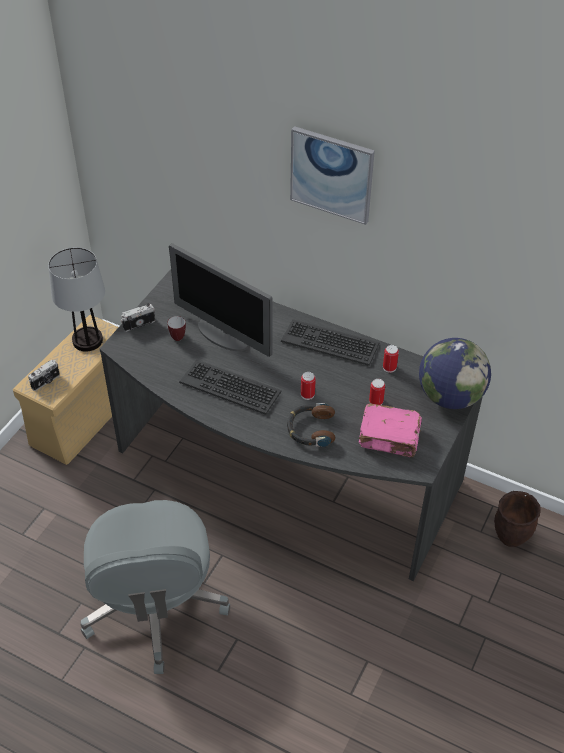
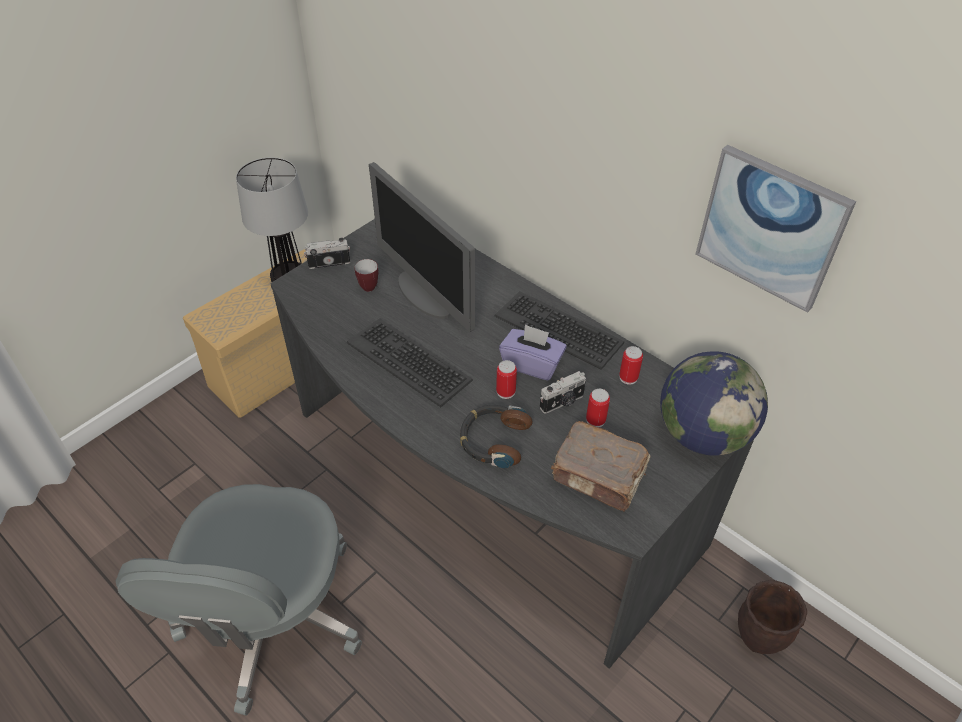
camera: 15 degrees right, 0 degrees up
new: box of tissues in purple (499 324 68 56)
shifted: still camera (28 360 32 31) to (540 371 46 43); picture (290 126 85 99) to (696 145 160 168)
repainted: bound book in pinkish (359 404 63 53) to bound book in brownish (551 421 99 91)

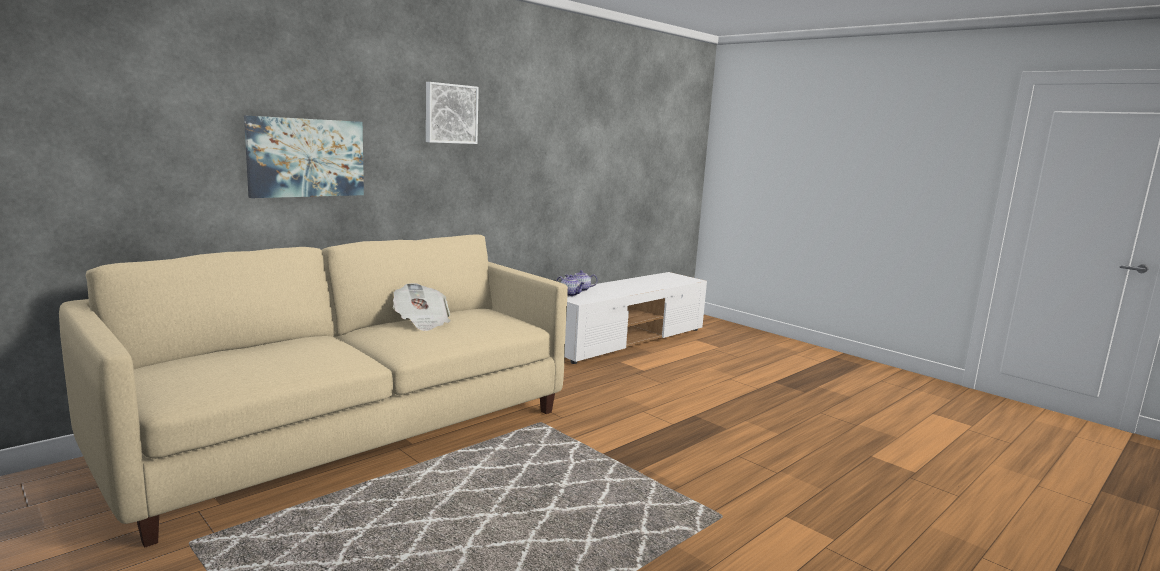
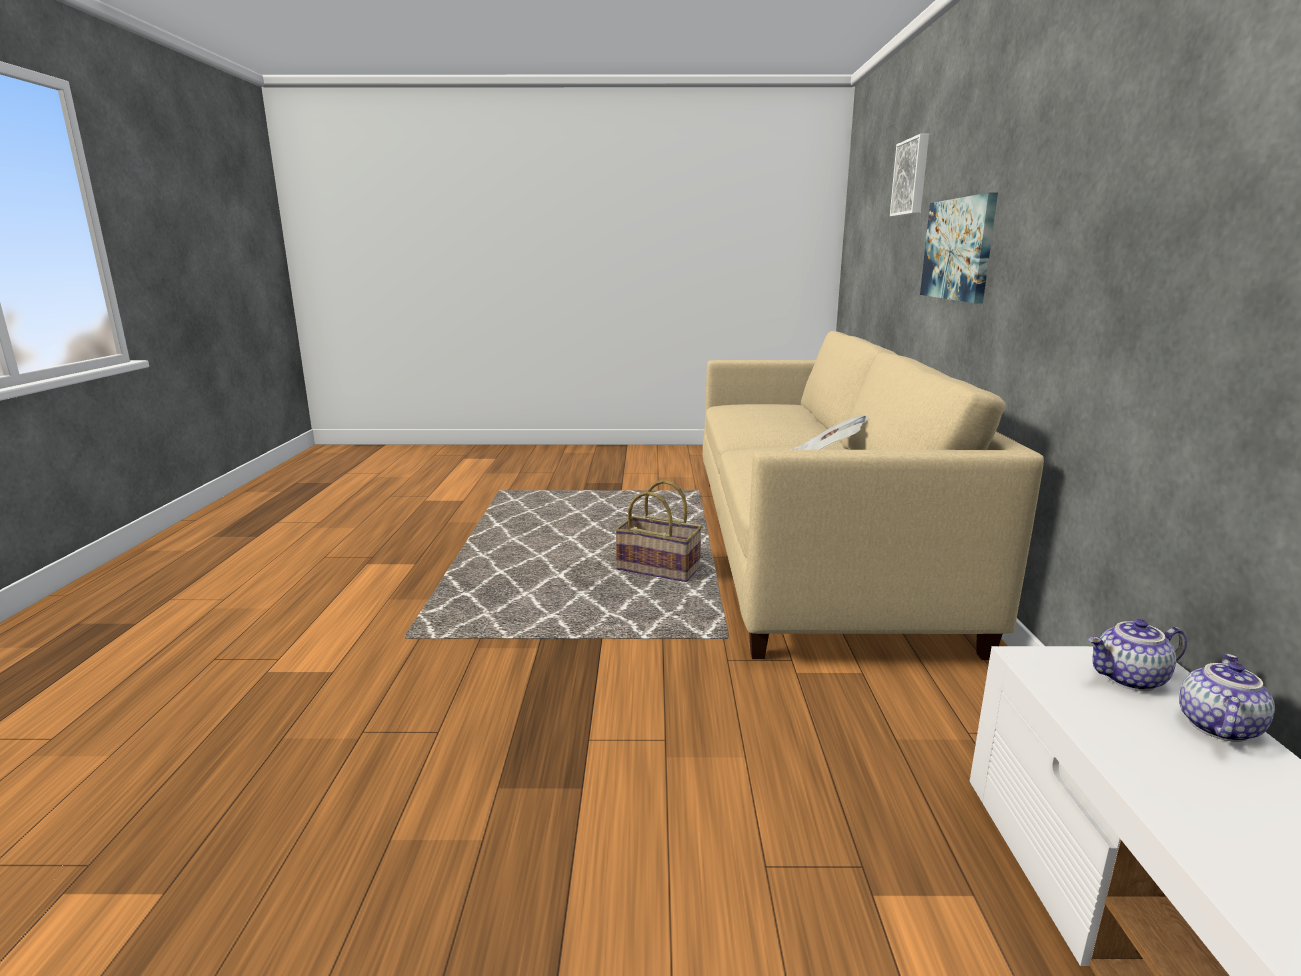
camera: 135 degrees right, 5 degrees up
new: storage basket (614 480 89 102)
shifted: picture (426 82 53 62) to (890 134 39 82)

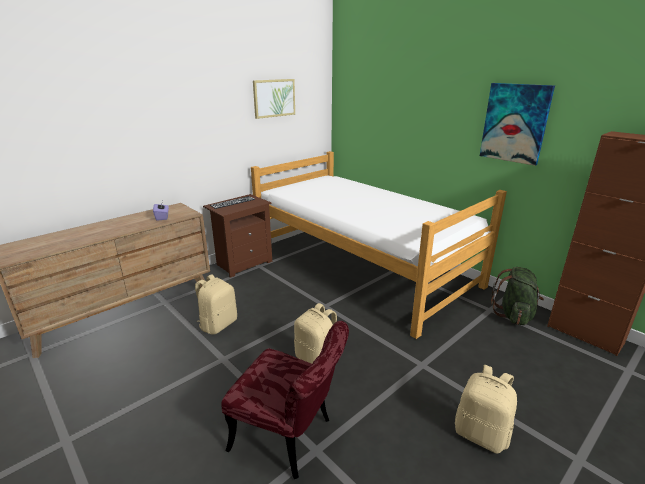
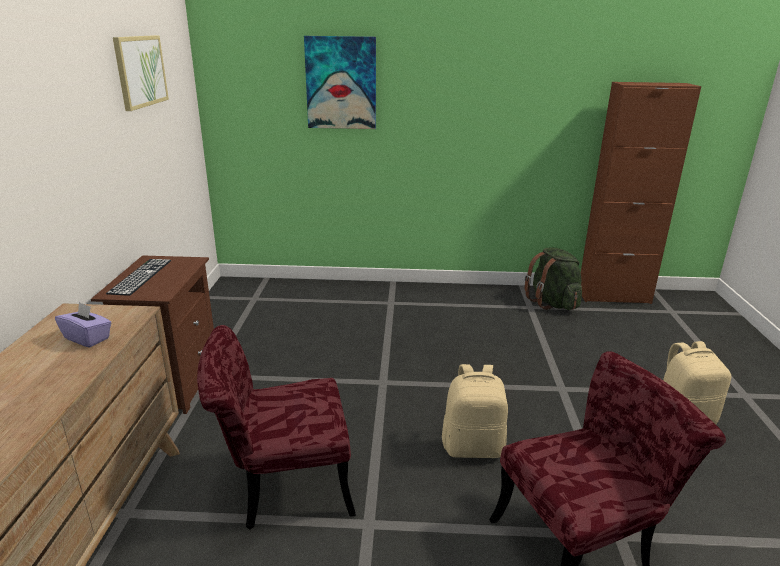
camera: 45 degrees left, 0 degrees up
gone: bedroom bed (251 151 256 188)
shifted: picture (480 83 75 83) to (304 36 72 93)
swapped: rucksack in sand-coloured (195 274 42 60) to chair in reddish (197 325 159 205)

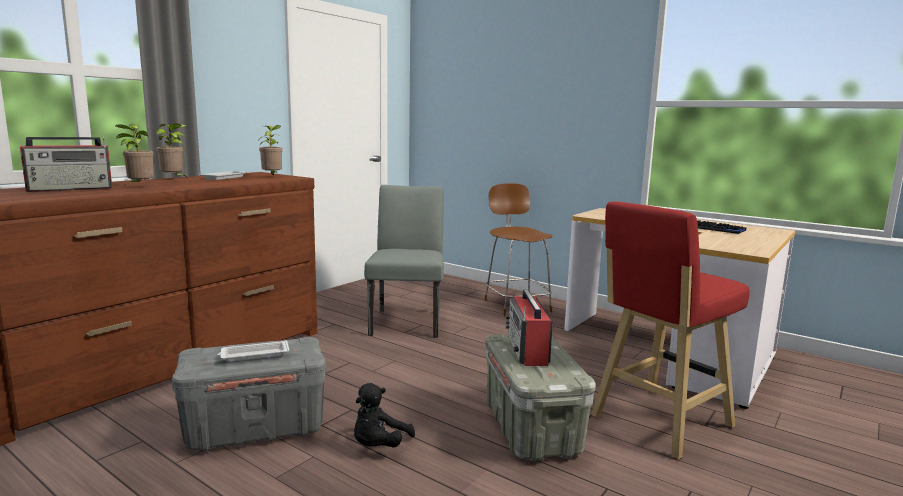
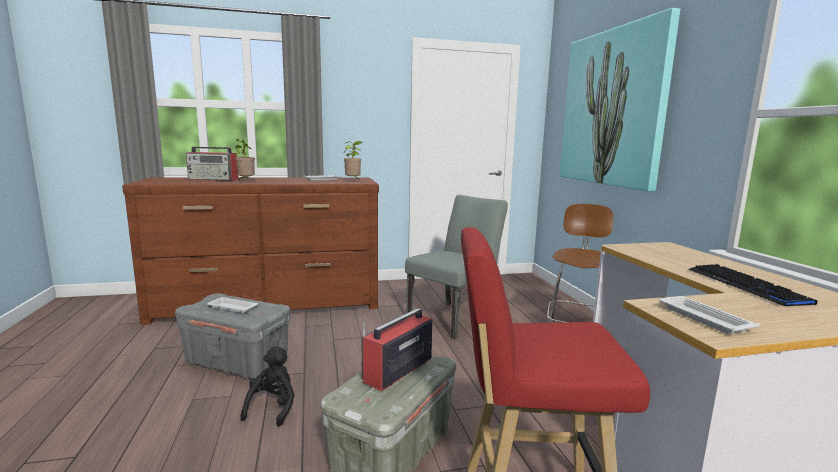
camera: 40 degrees right, 0 degrees up
gone: plant in a pot (155 123 31 54)
new: picture (559 8 121 184); carrying tray in whitish (659 296 100 38)
rotated: cuddly toy in black-coloured (354 383 61 64) = (240 346 54 80) 120 degrees clockwise

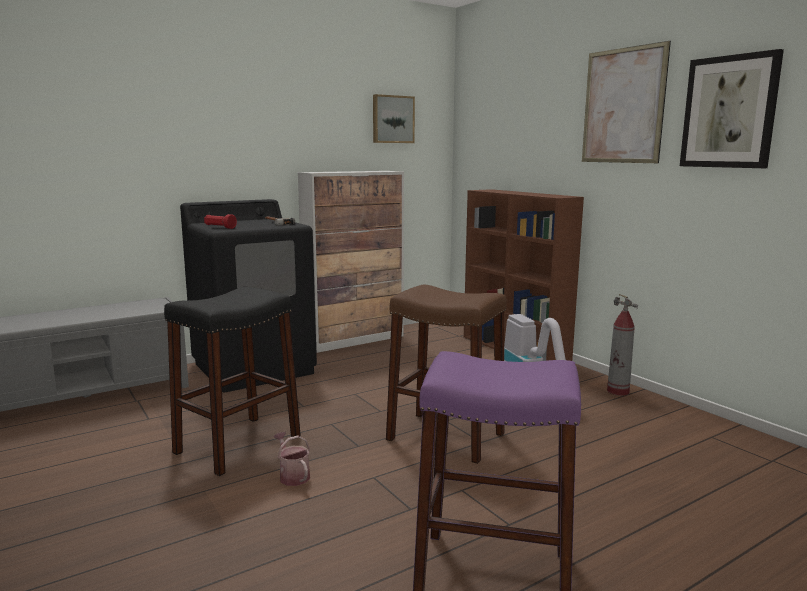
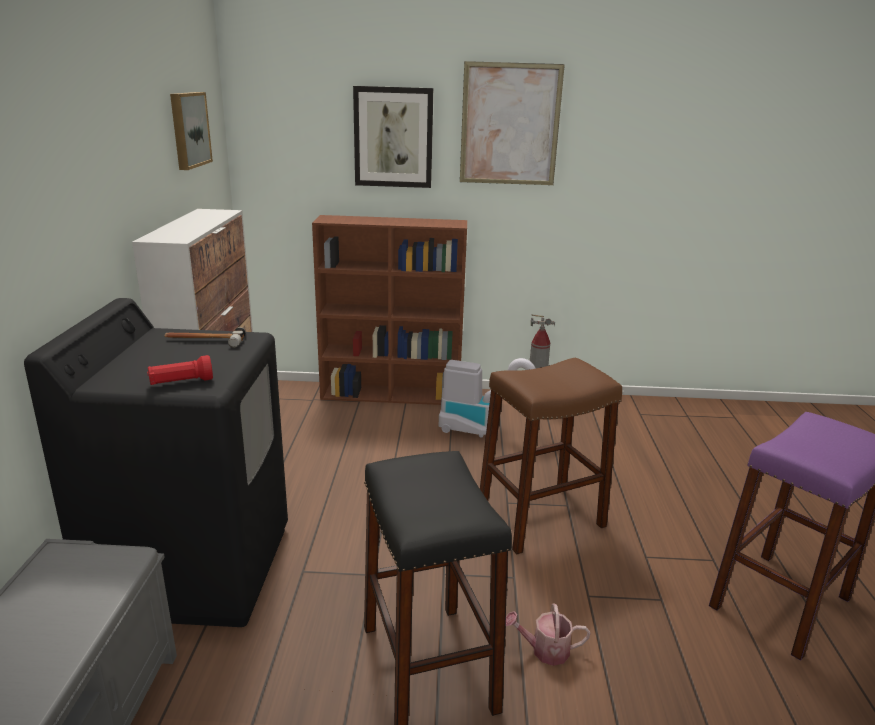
camera: 55 degrees left, 10 degrees up
shifted: picture (680 49 104 119) to (353 86 80 102)

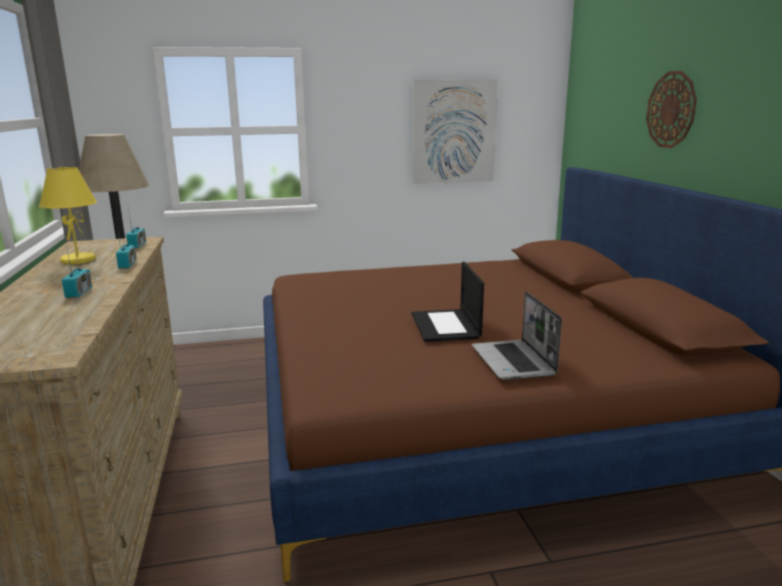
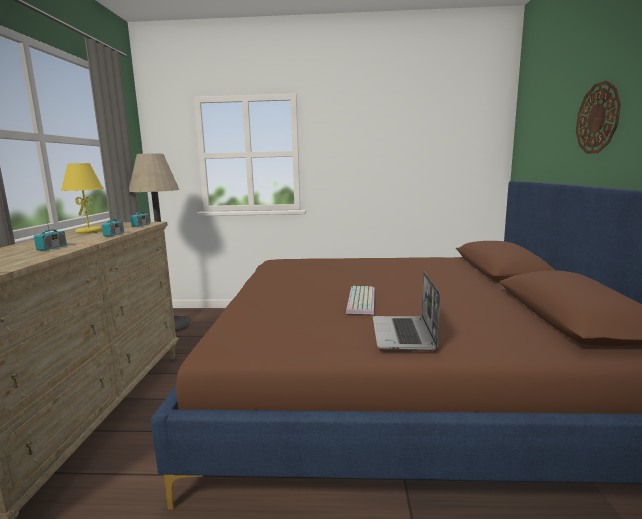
camera: 15 degrees right, 5 degrees down
gone: picture (413 80 85 104)
swapped: notebook computer (412 262 72 80) to keyboard (346 286 29 28)

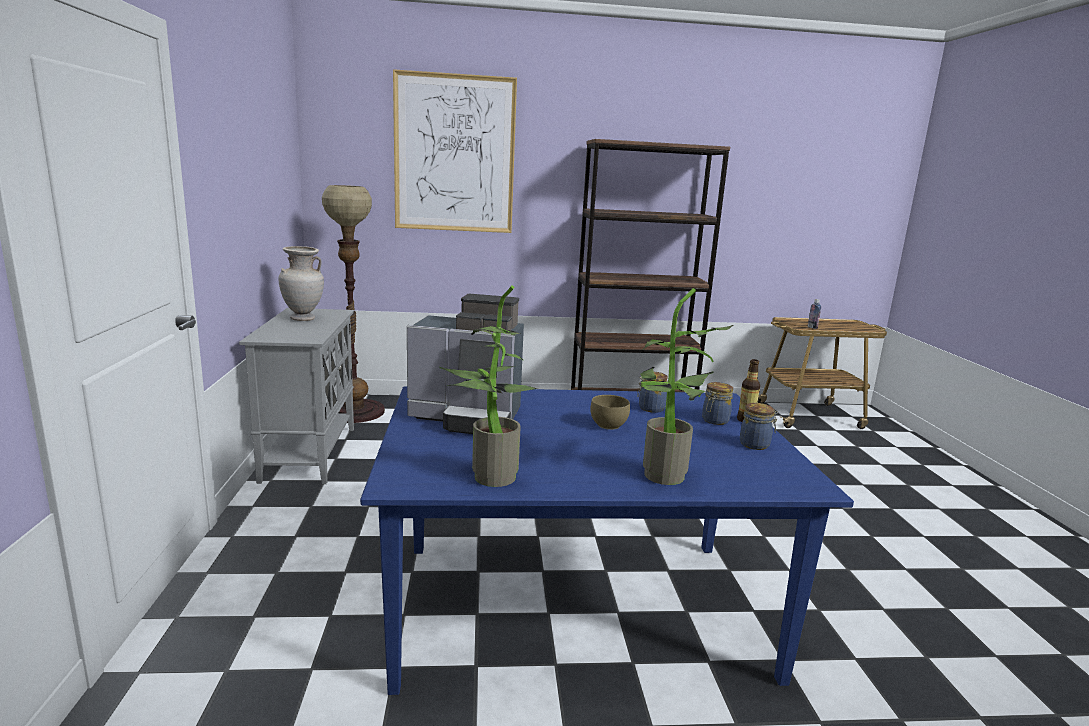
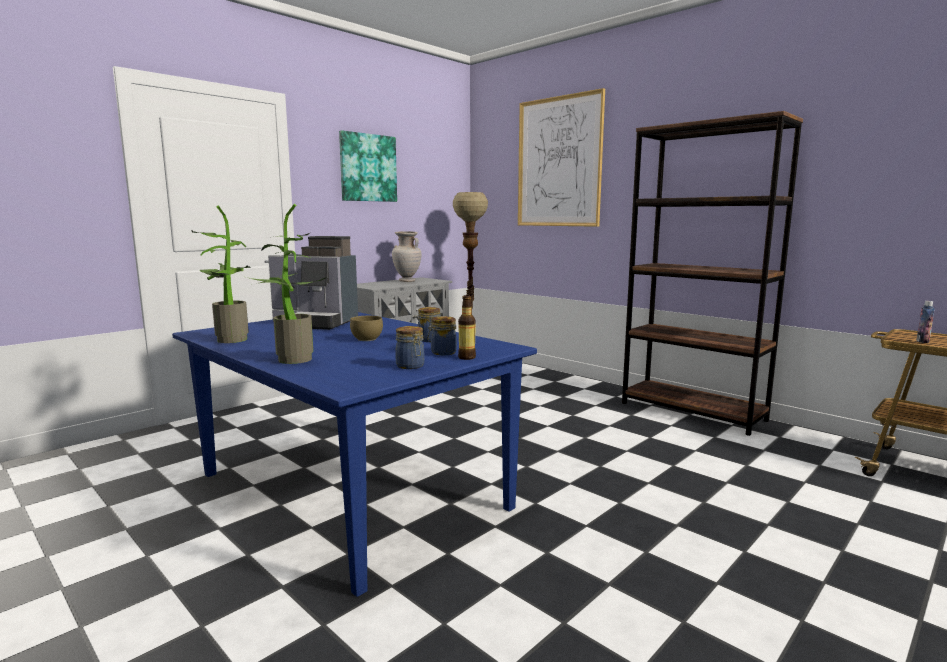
camera: 50 degrees right, 5 degrees down
new: picture (339 131 58 71)
rotated: coffee brewer (407 294 117 140) = (268 236 90 94) 45 degrees counterclockwise

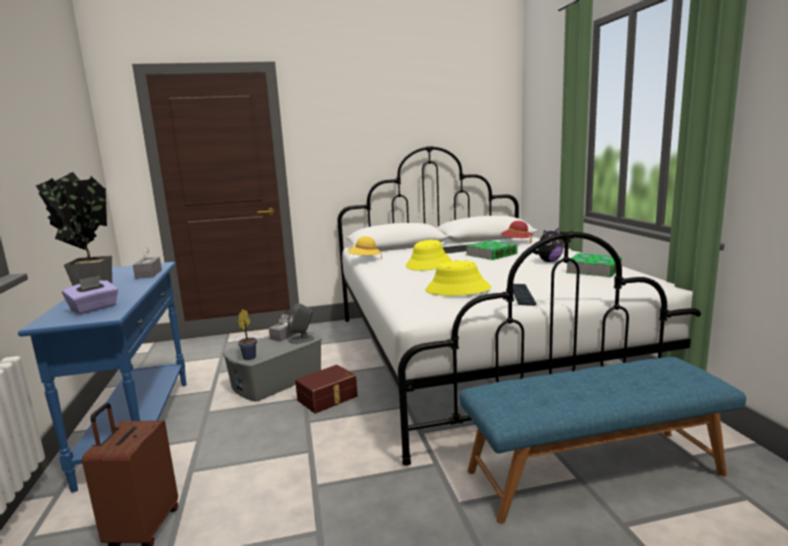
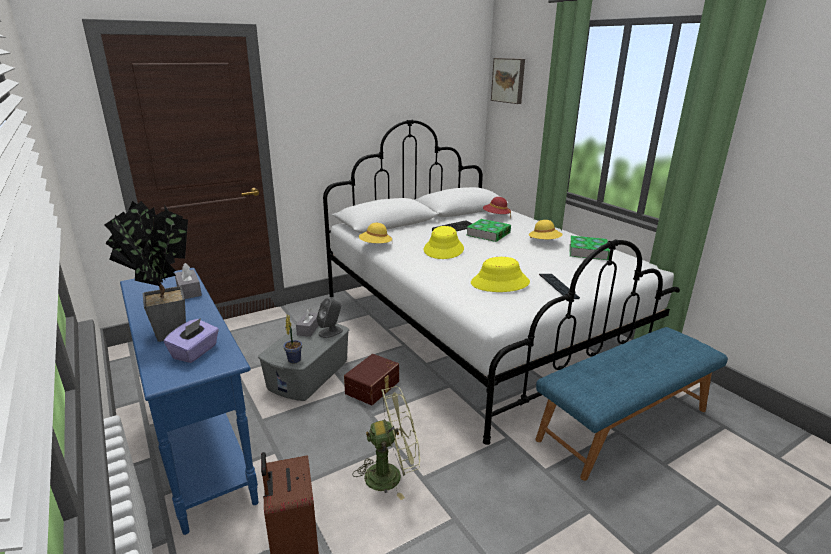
camera: 20 degrees left, 10 degrees up
new: electric fan in green (353 386 67 114); picture (491 58 34 46)
swapped: cuddly toy (533 227 30 35) to hat in yellow (529 220 34 19)

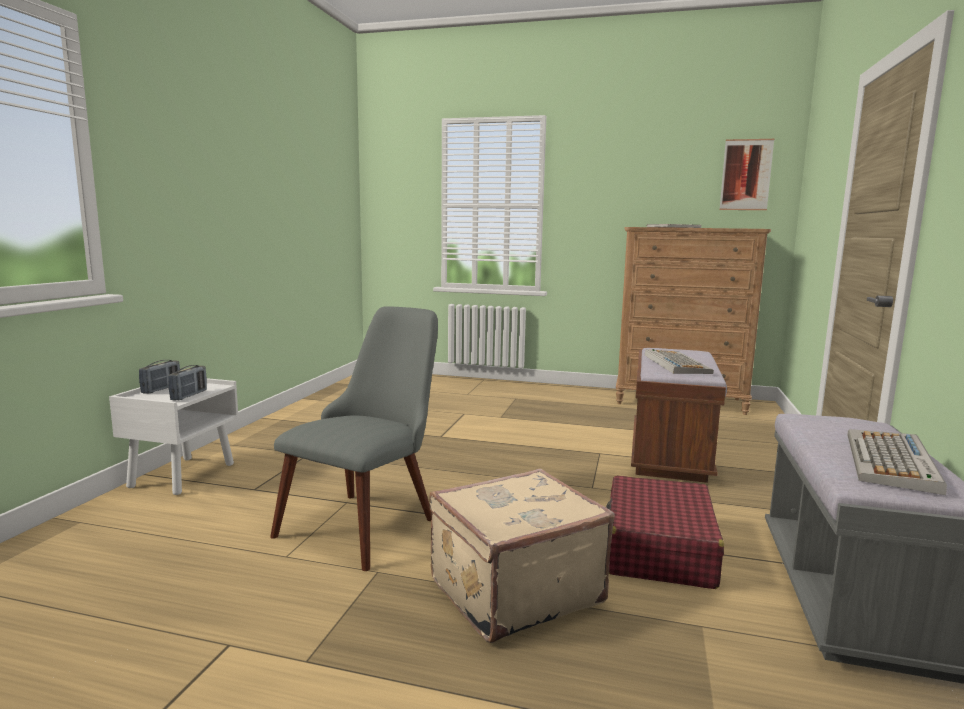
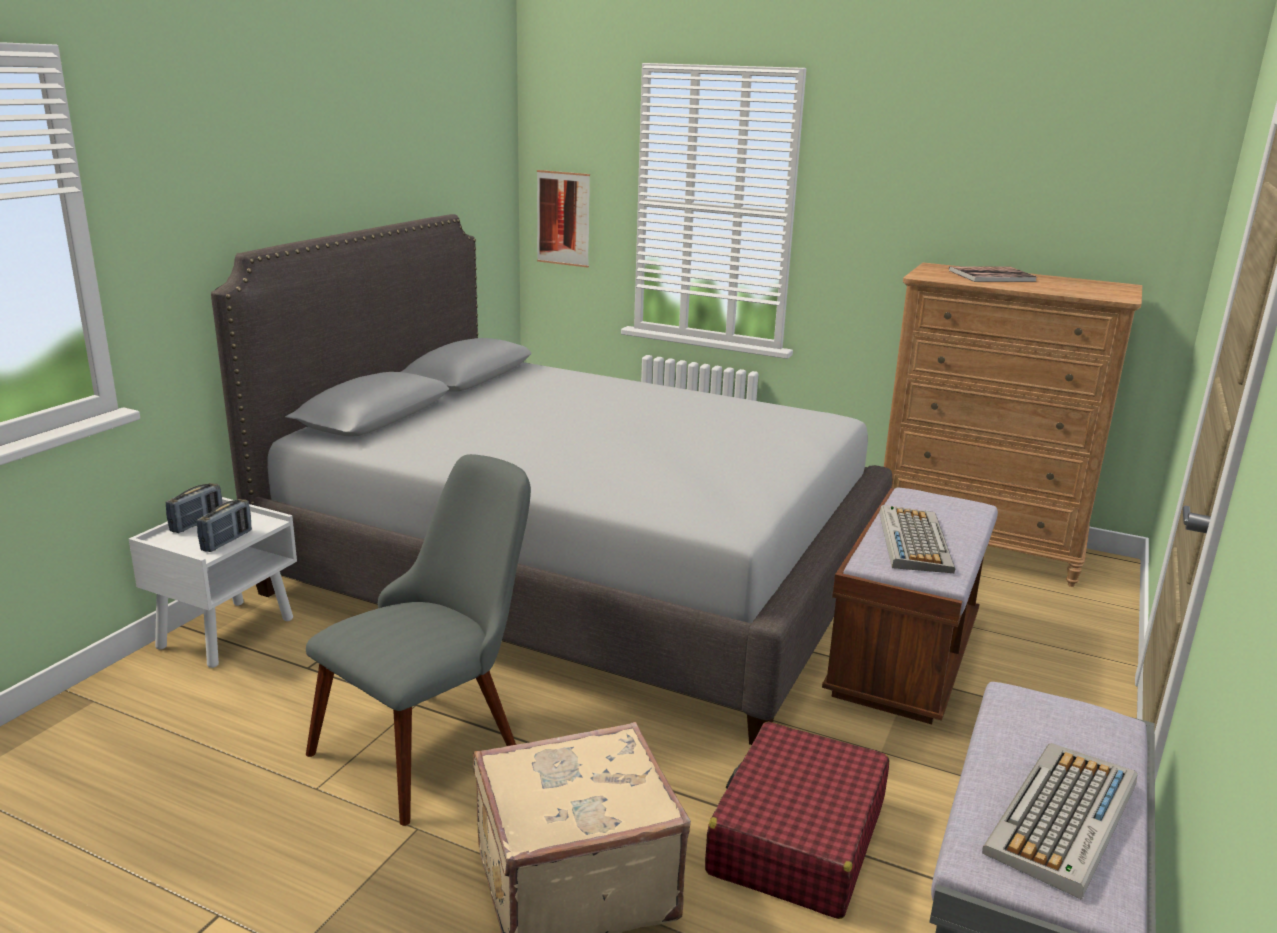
camera: 10 degrees right, 10 degrees up
new: bedroom bed in gray (211 214 681 531)
shifted: picture (719 139 55 71) to (537 170 53 98)

